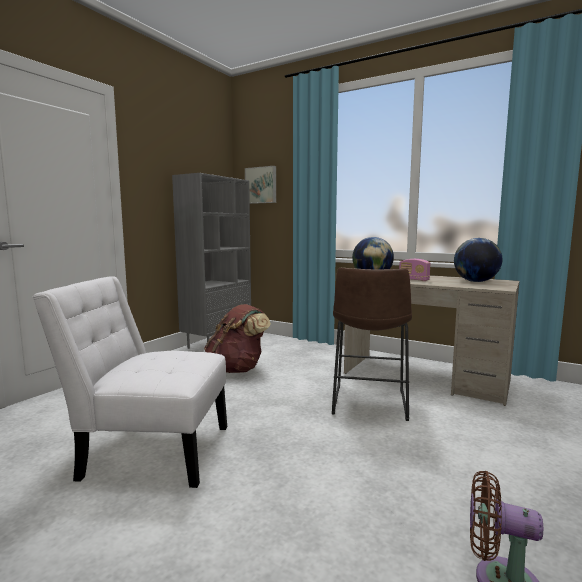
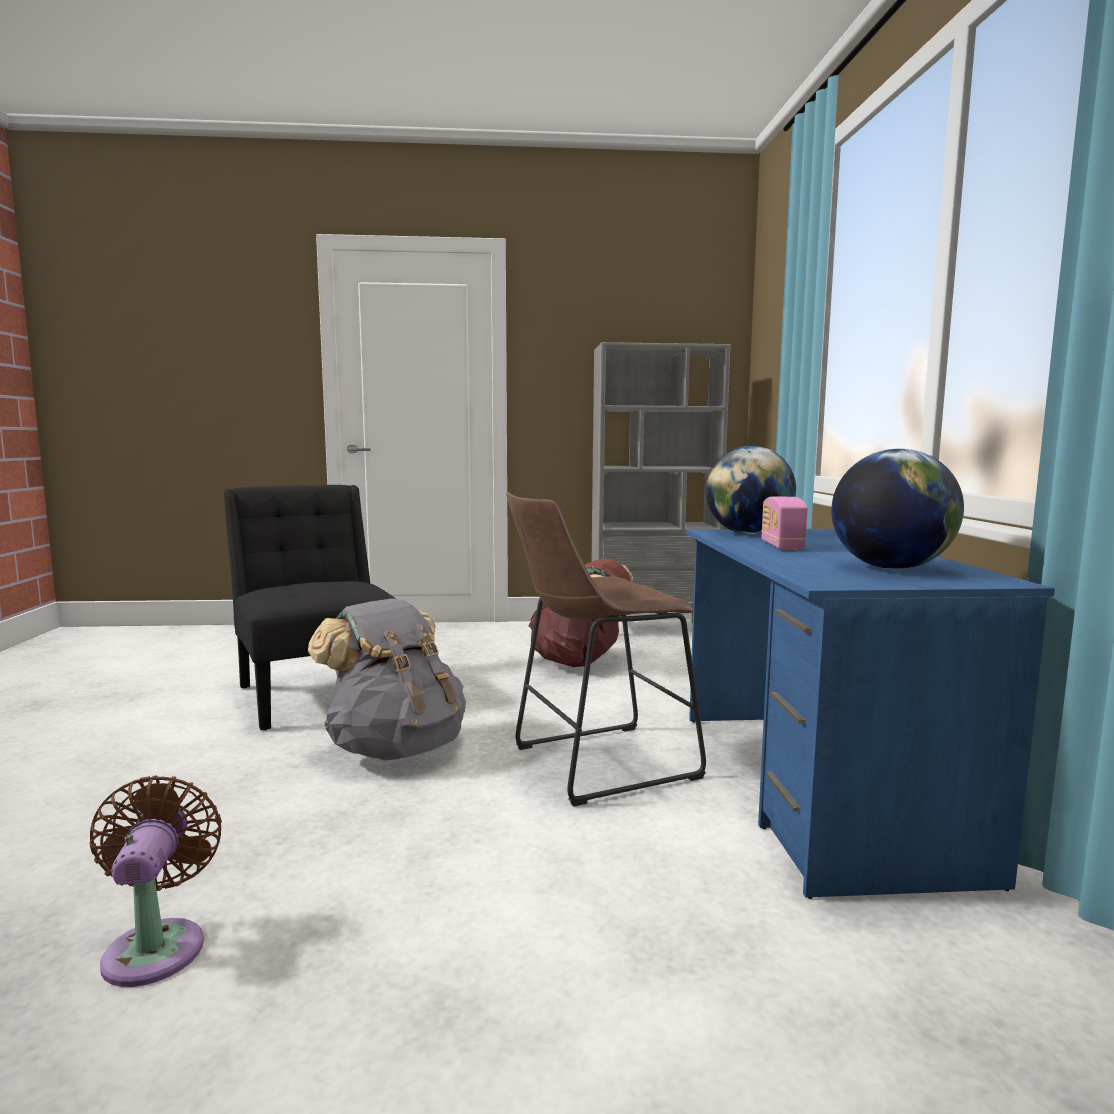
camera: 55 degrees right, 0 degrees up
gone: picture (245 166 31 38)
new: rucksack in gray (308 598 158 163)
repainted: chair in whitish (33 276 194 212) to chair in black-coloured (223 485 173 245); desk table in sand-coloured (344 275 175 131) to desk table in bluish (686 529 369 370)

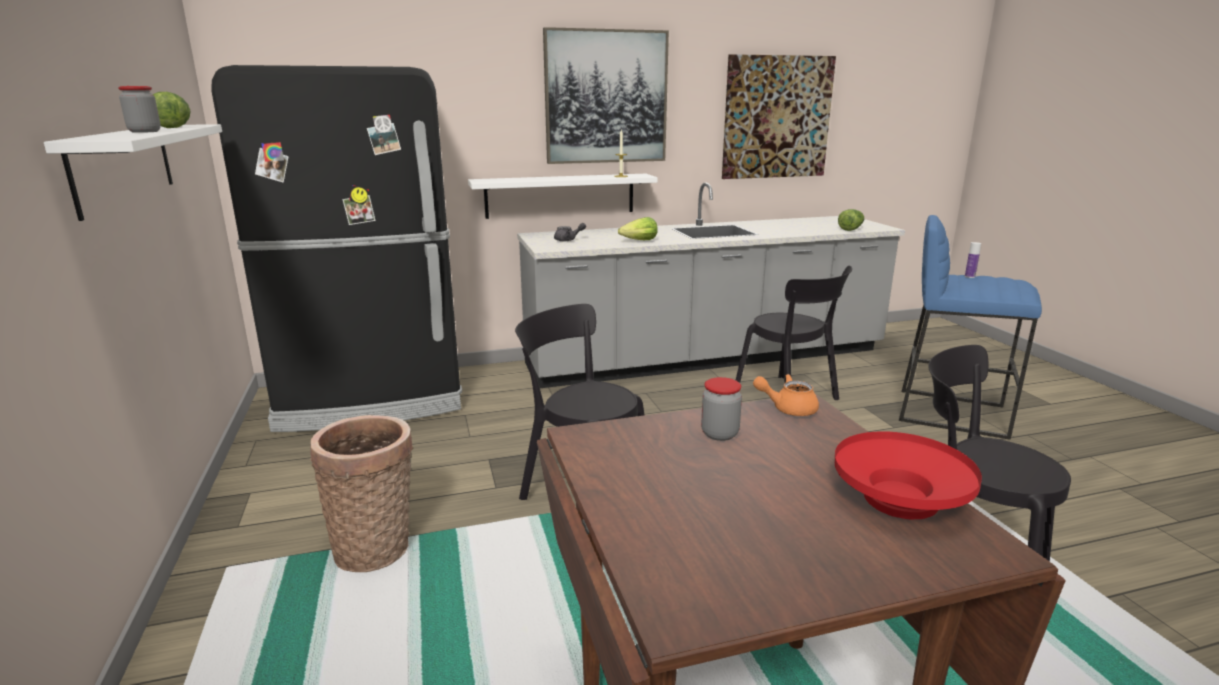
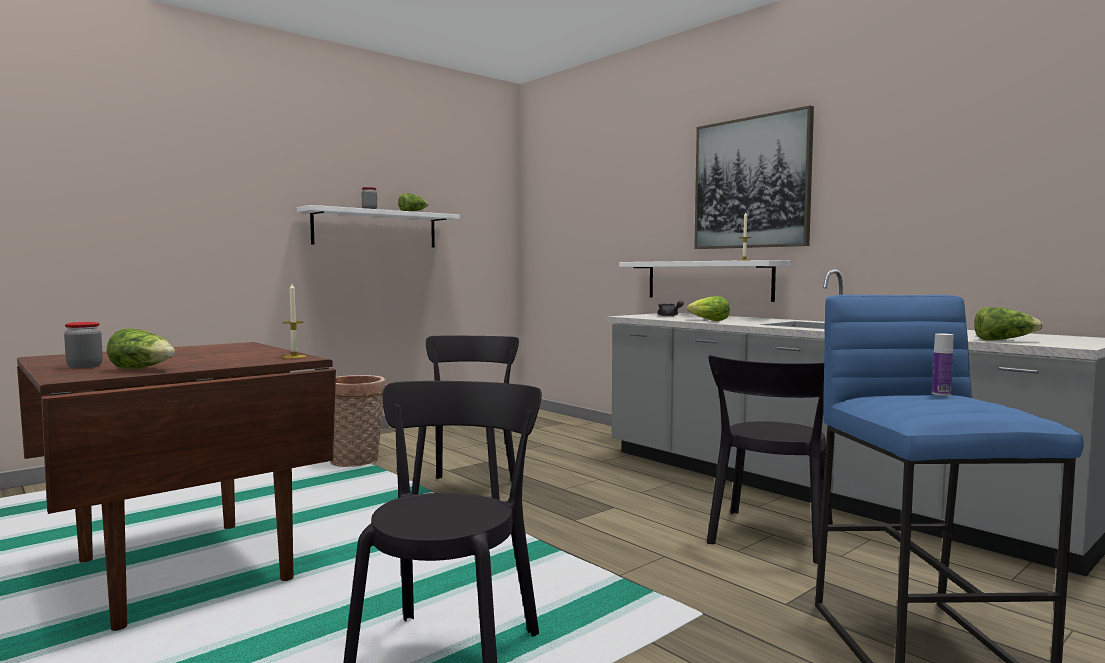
camera: 65 degrees right, 15 degrees down
gone: kitchen fridge in black-coloured (211 65 251 367); picture (722 54 114 125)
shifted: jar (701 377 41 64) to (64 322 39 47)
swapped: tea pot in orange-coloured (753 374 66 42) to wax candle (282 284 24 75); deep dish in reddish (835 431 147 88) to head of lettuce (107 329 68 40)

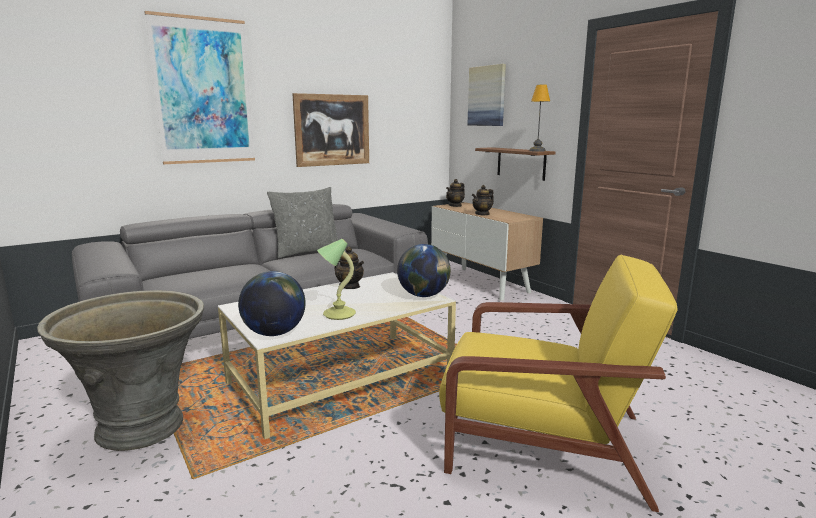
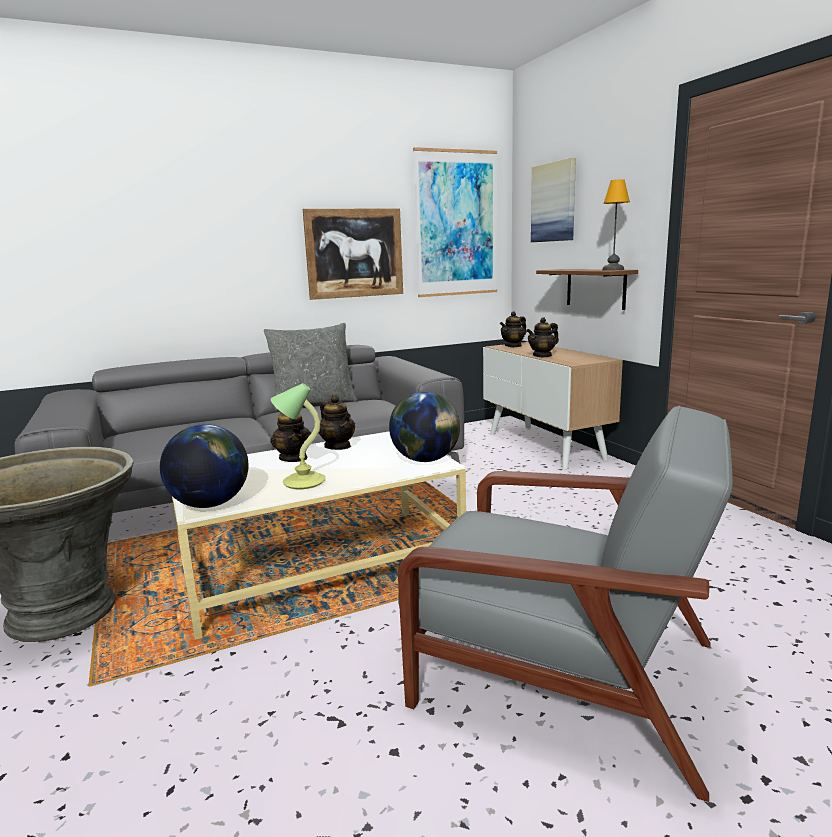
camera: 10 degrees right, 0 degrees up
new: tea pot (270 412 41 50)
shifted: picture (144 11 111 153) to (413 147 84 150)
repainted: lounge chair in yellow (439 255 238 257) to lounge chair in gray (398 405 335 397)

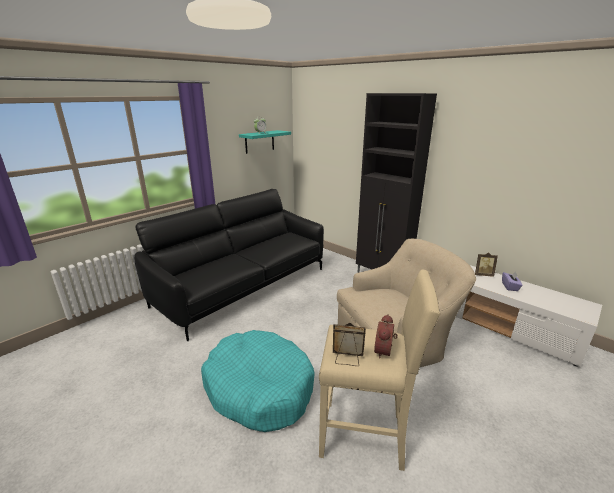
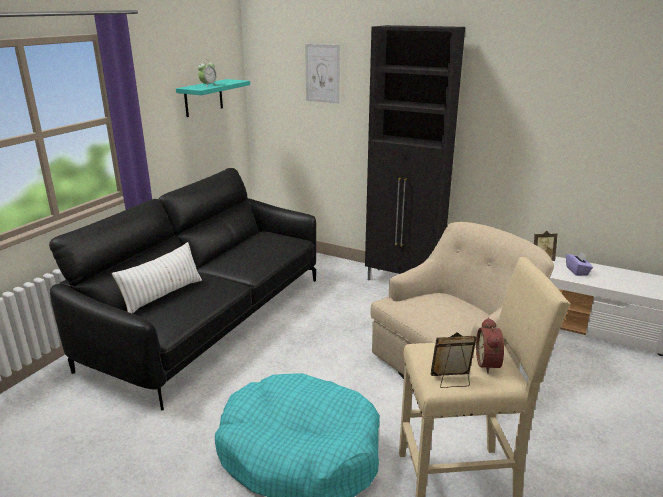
camera: 15 degrees left, 0 degrees up
new: throw pillow in whitish (112 242 90 71); picture (305 44 35 60)

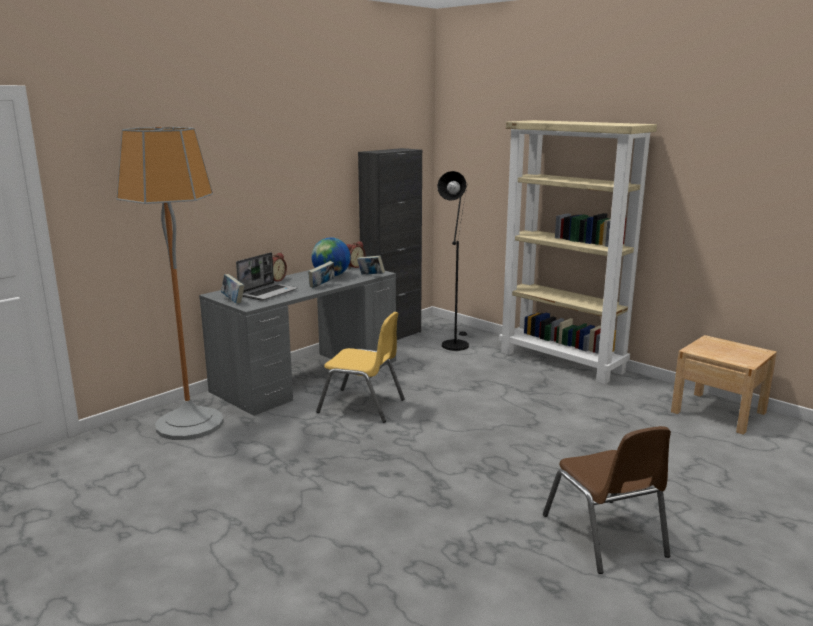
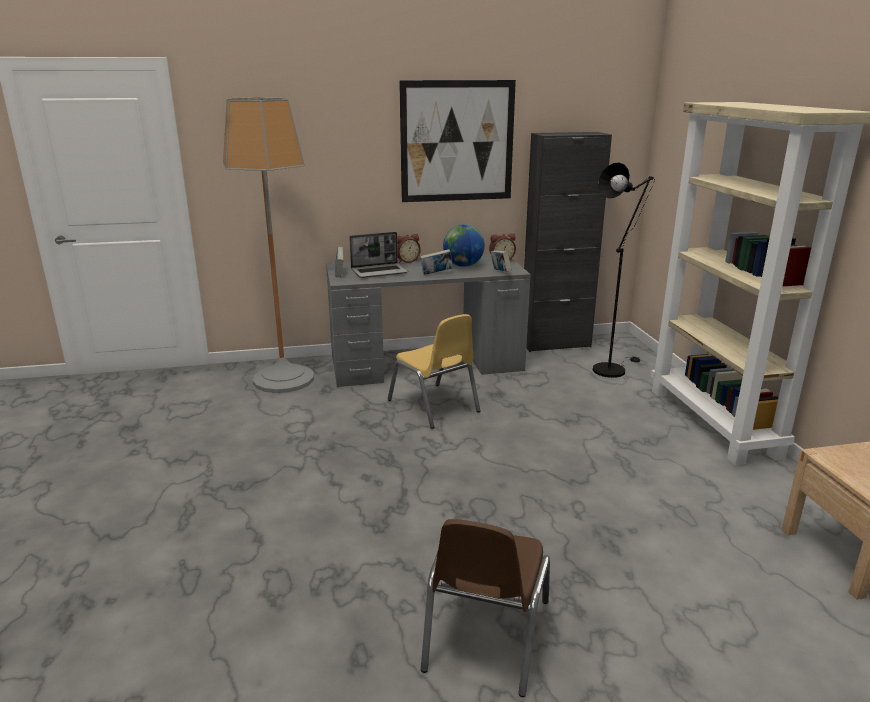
camera: 35 degrees right, 5 degrees up
new: picture (399 80 117 122)

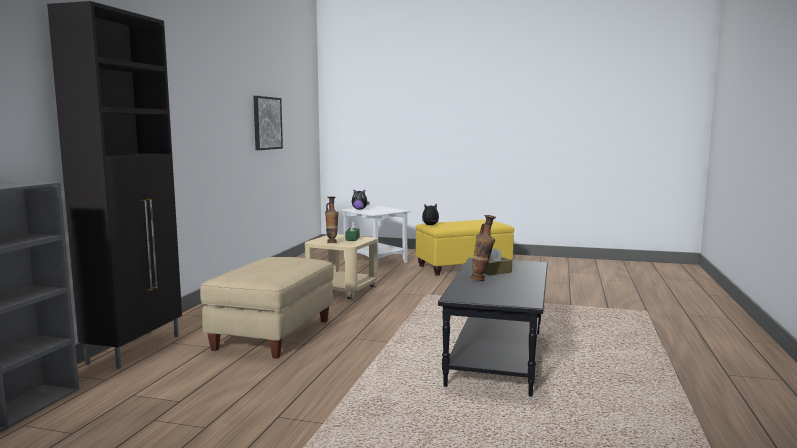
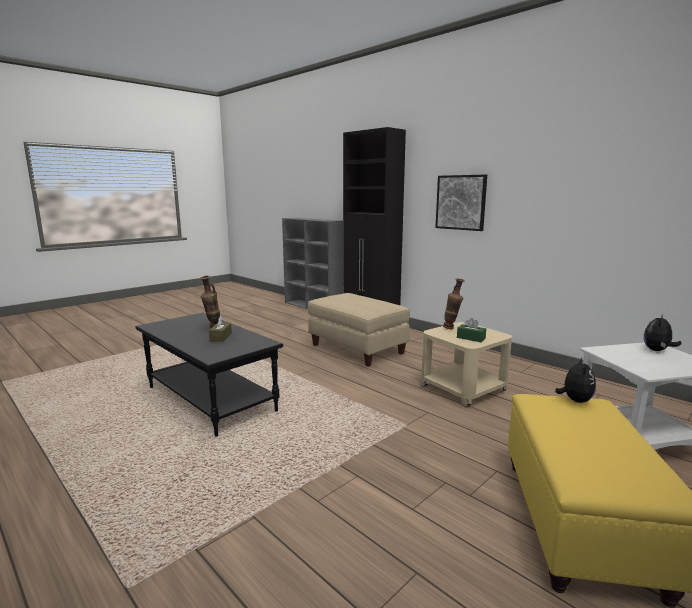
camera: 120 degrees right, 5 degrees up
shifted: picture (253 96 30 54) to (435 175 52 56)

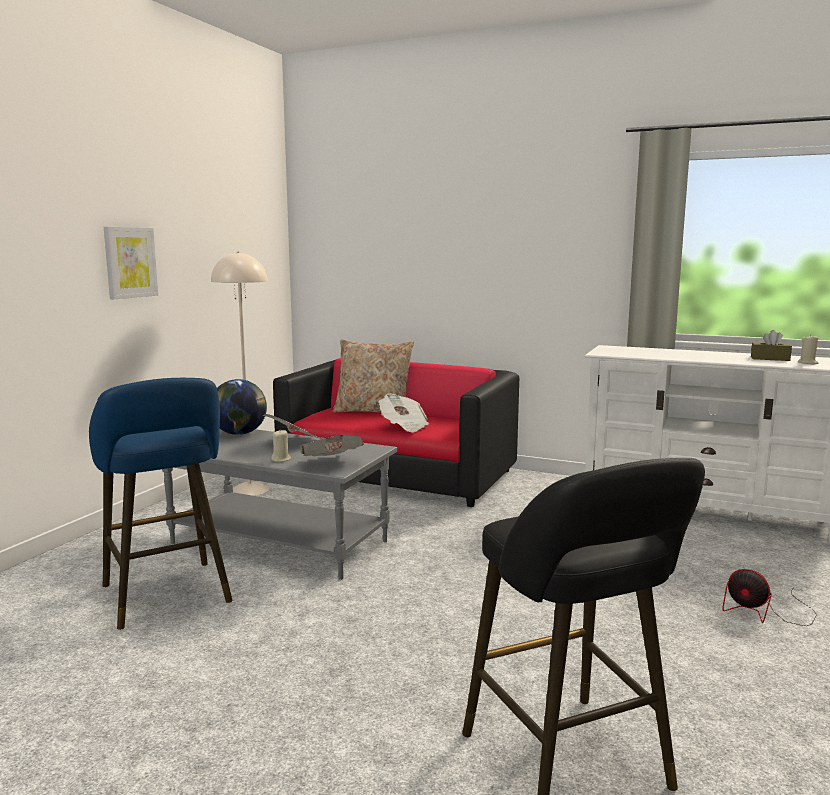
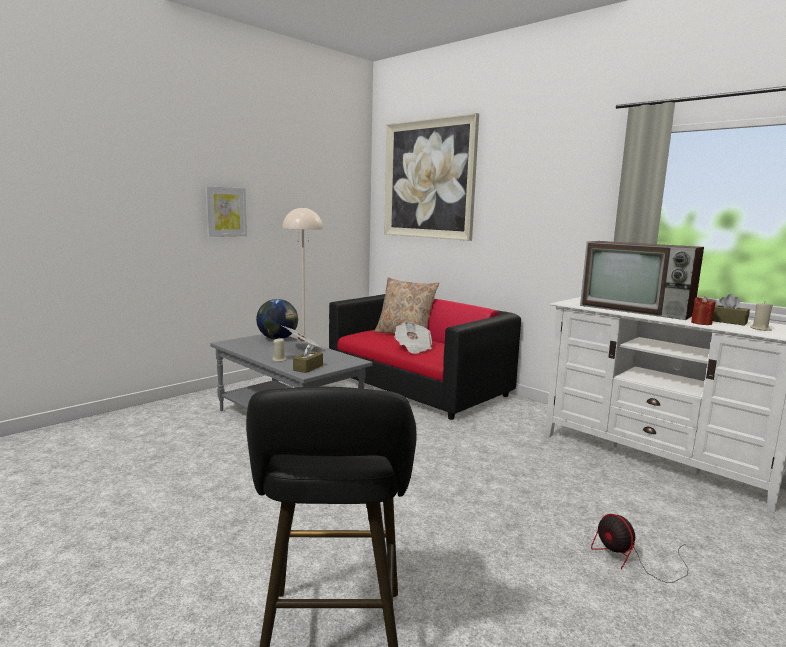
camera: 20 degrees right, 0 degrees up
gone: stool seat in bluish (89 378 144 252)
new: picture (384 113 95 128); television (580 241 124 79); wax candle in reddish (691 296 24 29)
swapped: daily paper (300 435 64 21) to box of tissues in brownish (293 343 30 30)

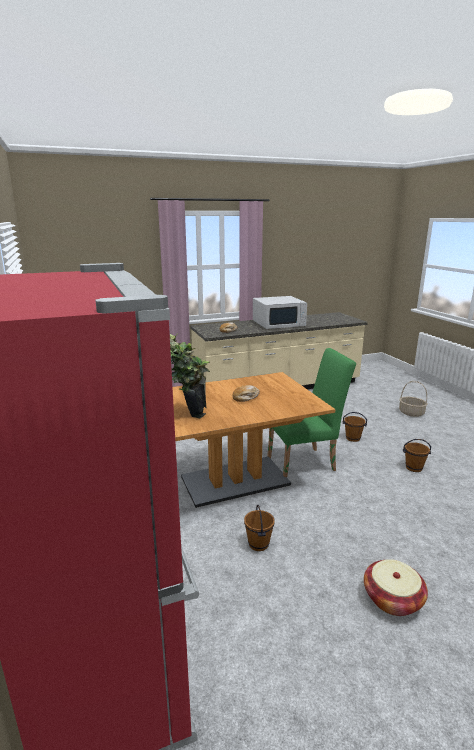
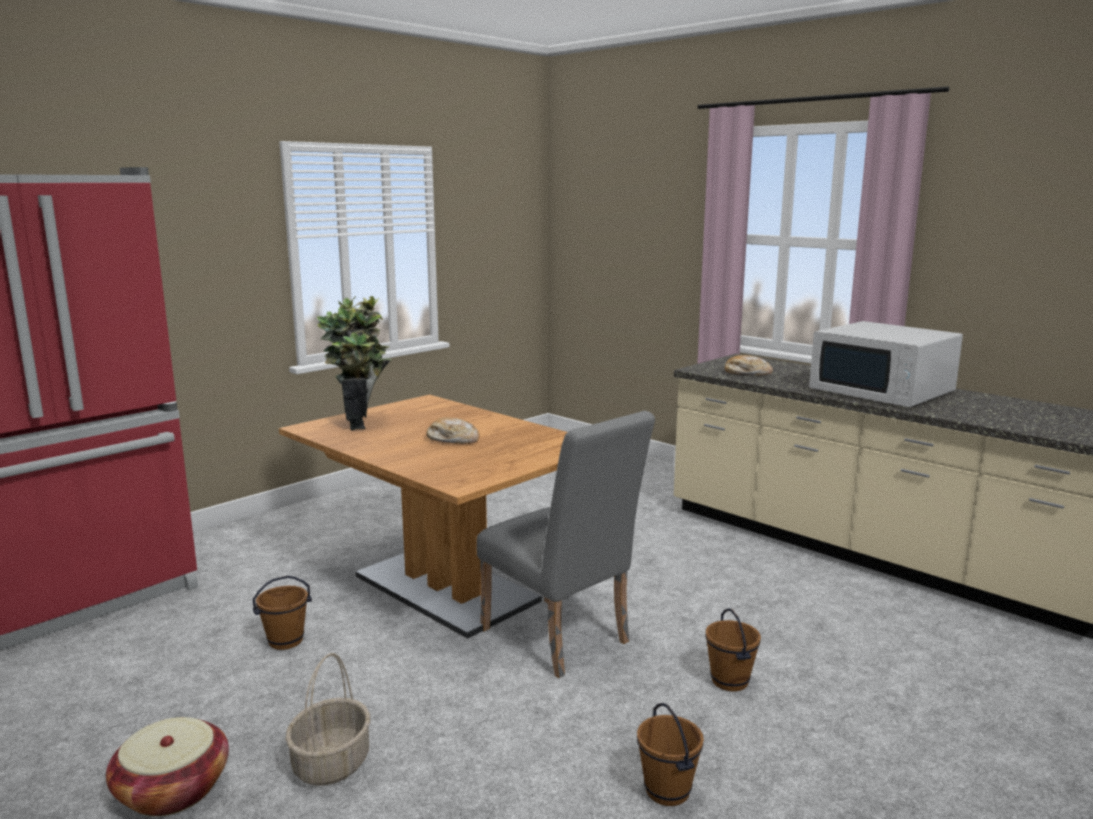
camera: 65 degrees right, 5 degrees down
shifted: storage basket (399 381 29 36) to (285 653 85 132)
repainted: chair in green (267 348 89 129) to chair in gray (476 411 179 267)

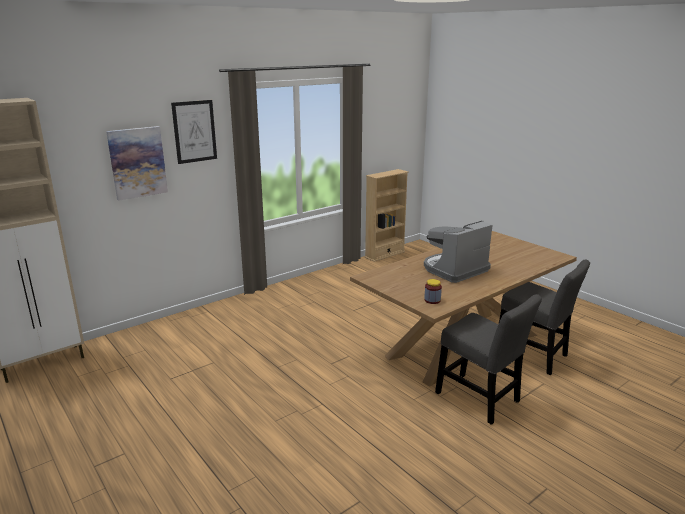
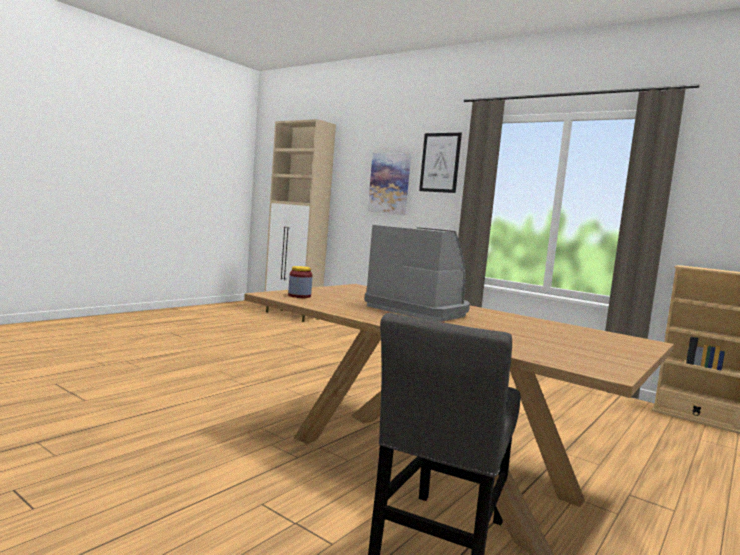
camera: 75 degrees right, 15 degrees down
gone: chair in gray (435 294 107 131)

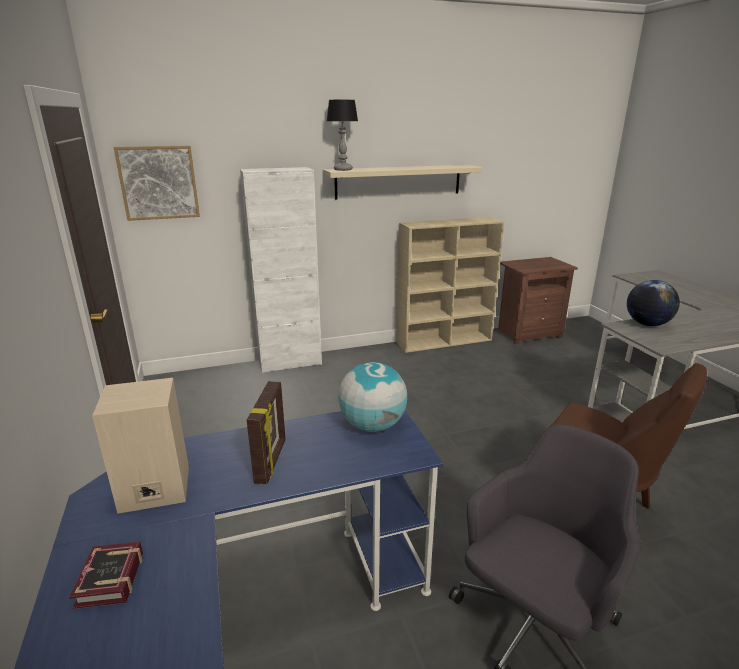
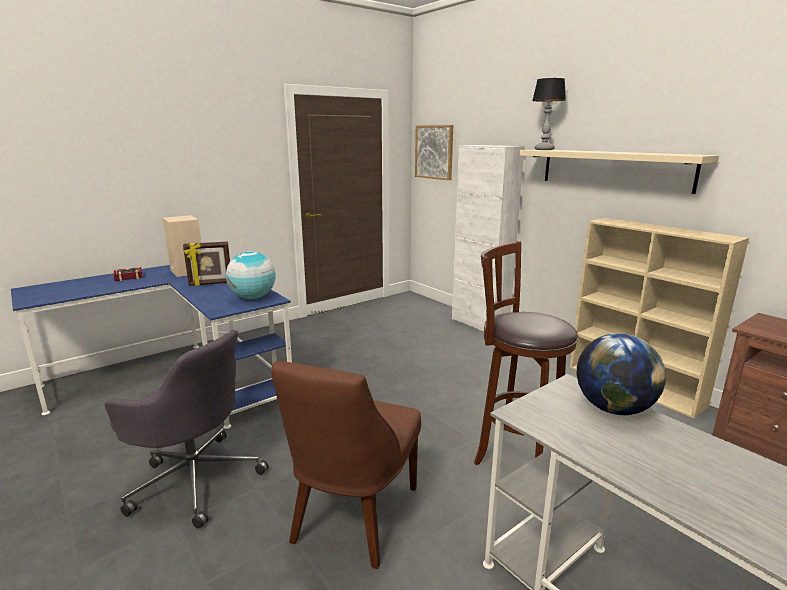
camera: 70 degrees right, 5 degrees down
new: stool seat in brownish (474 241 104 224)

